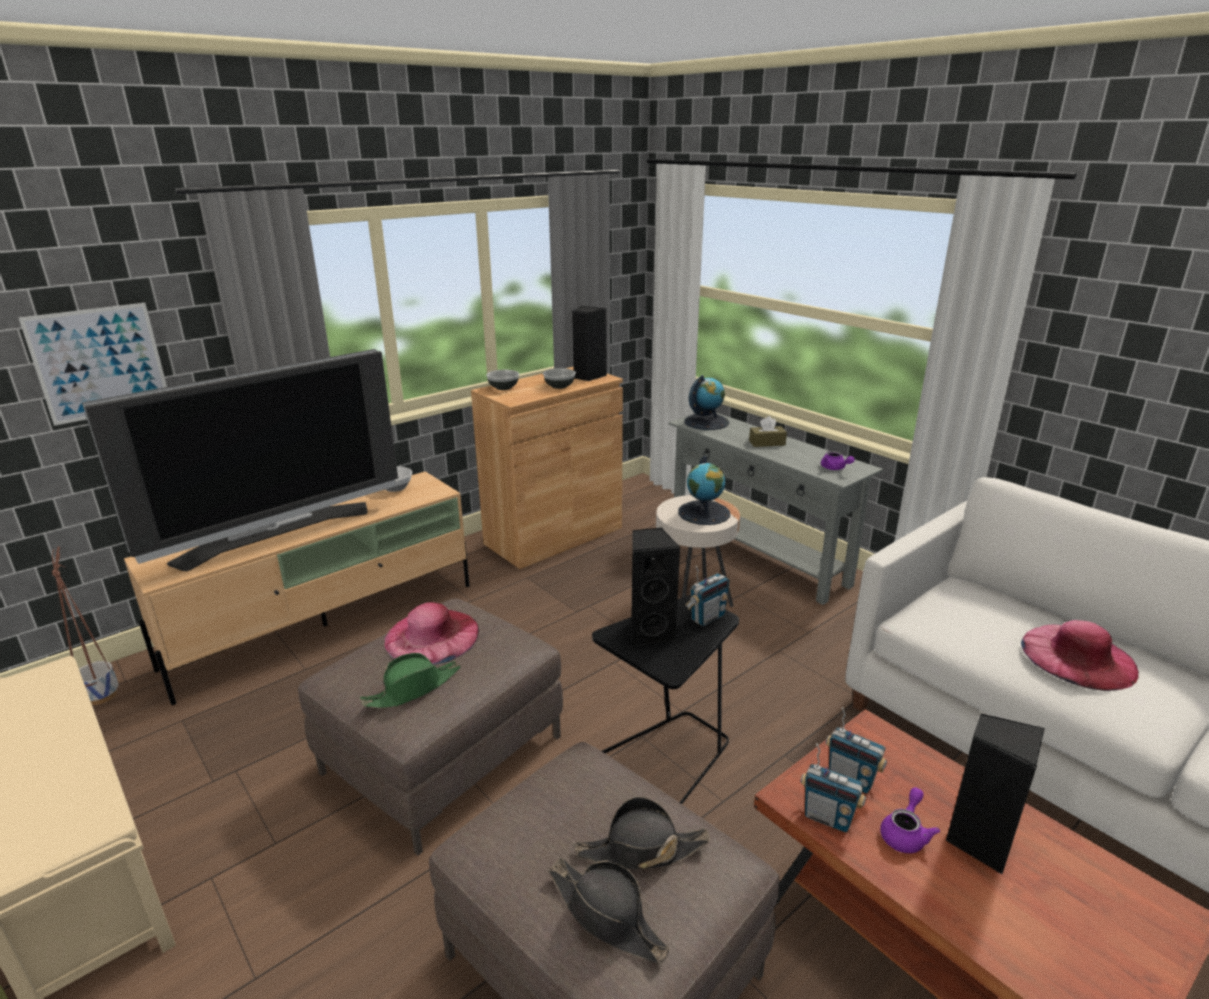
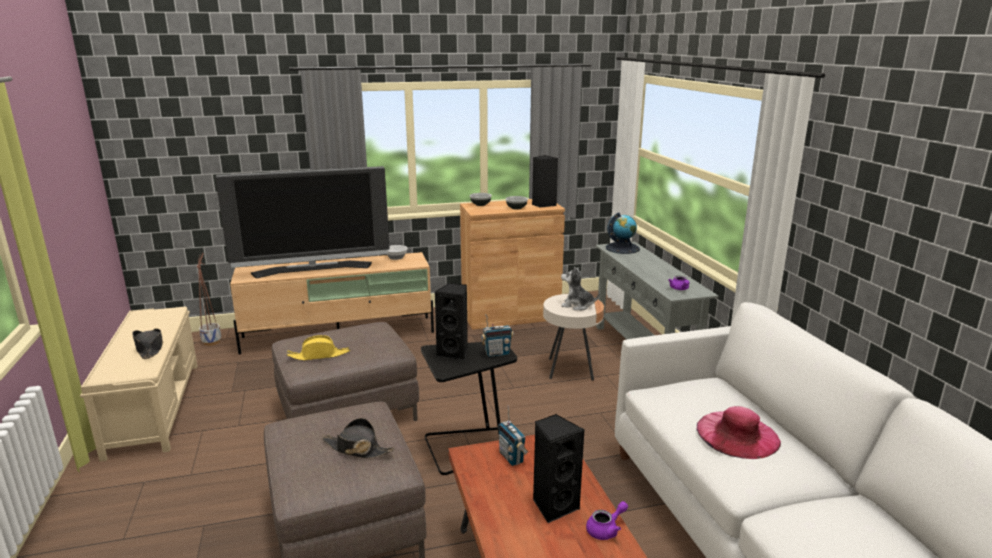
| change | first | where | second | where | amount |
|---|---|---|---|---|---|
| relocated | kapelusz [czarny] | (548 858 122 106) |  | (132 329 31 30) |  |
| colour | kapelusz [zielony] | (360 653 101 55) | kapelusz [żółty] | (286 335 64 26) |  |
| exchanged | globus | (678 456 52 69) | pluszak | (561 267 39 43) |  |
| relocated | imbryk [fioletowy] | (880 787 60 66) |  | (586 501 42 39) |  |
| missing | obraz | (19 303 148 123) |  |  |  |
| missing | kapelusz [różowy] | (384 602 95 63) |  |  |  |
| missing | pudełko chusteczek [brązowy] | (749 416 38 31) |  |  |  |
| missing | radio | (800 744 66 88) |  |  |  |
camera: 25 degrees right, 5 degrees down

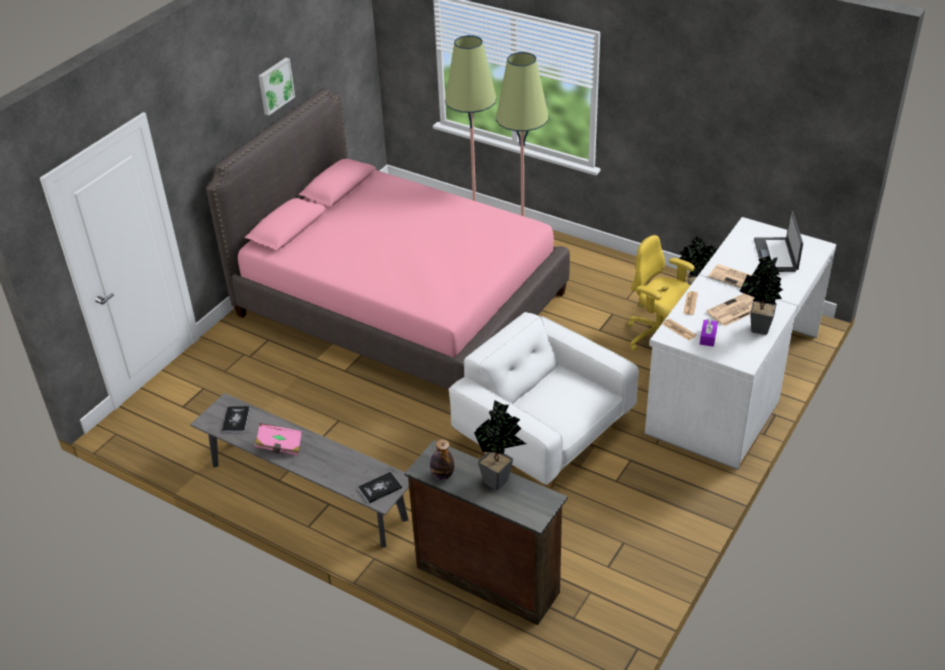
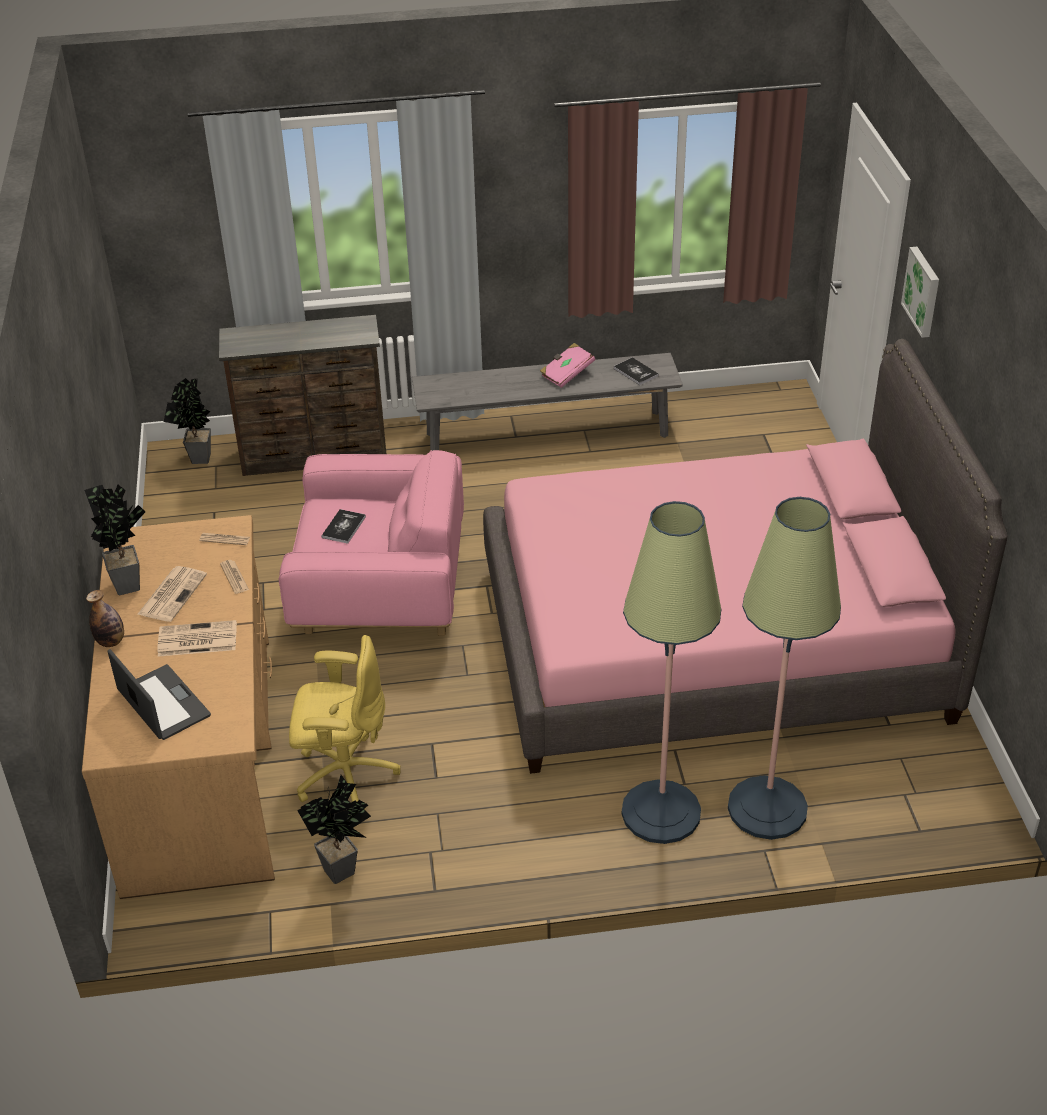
| change | first | where | second | where | amount |
|---|---|---|---|---|---|
| colour | biurko [biały] | (645 217 191 253) | biurko [brązowy] | (82 515 193 384) |  |
| relocated | butelka | (430 439 24 41) |  | (86 590 38 57) |  |
| relocated | roślina doniczkowa | (474 400 52 90) |  | (164 378 47 86) |  |
| colour | fotel [biały] | (448 312 191 177) | fotel [różowy] | (279 450 185 186) |  |
| relocated | książka | (358 471 44 32) |  | (322 509 44 35) |  |
| relocated | obraz | (258 58 37 58) |  | (901 247 38 91) |  |
| missing | pudełko chusteczek [fioletowy] | (700 319 18 28) |  |  |  |
camera: 140 degrees right, 0 degrees up

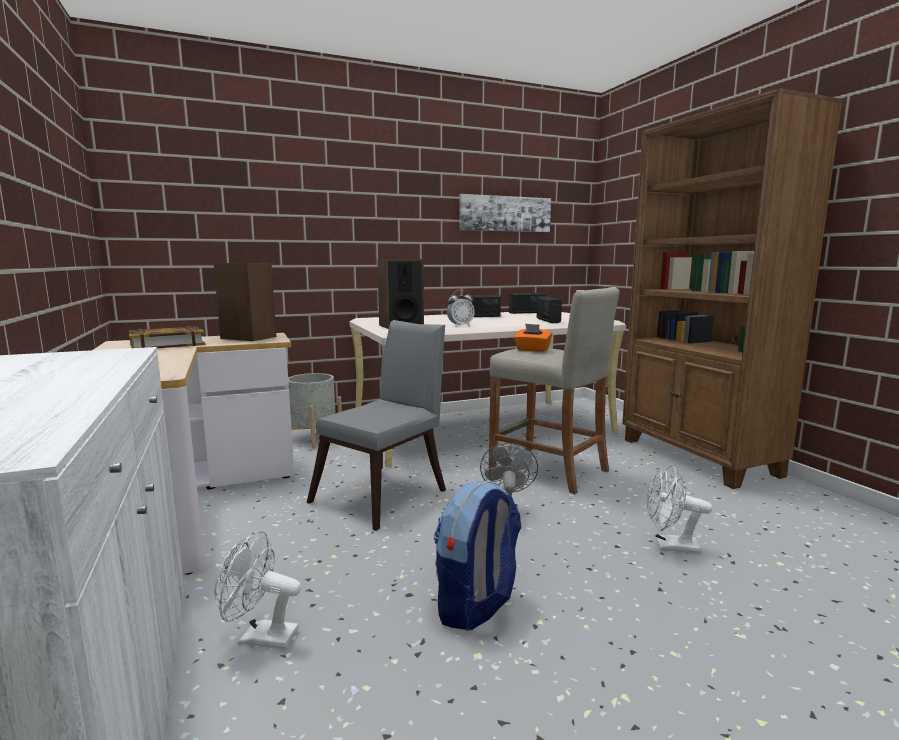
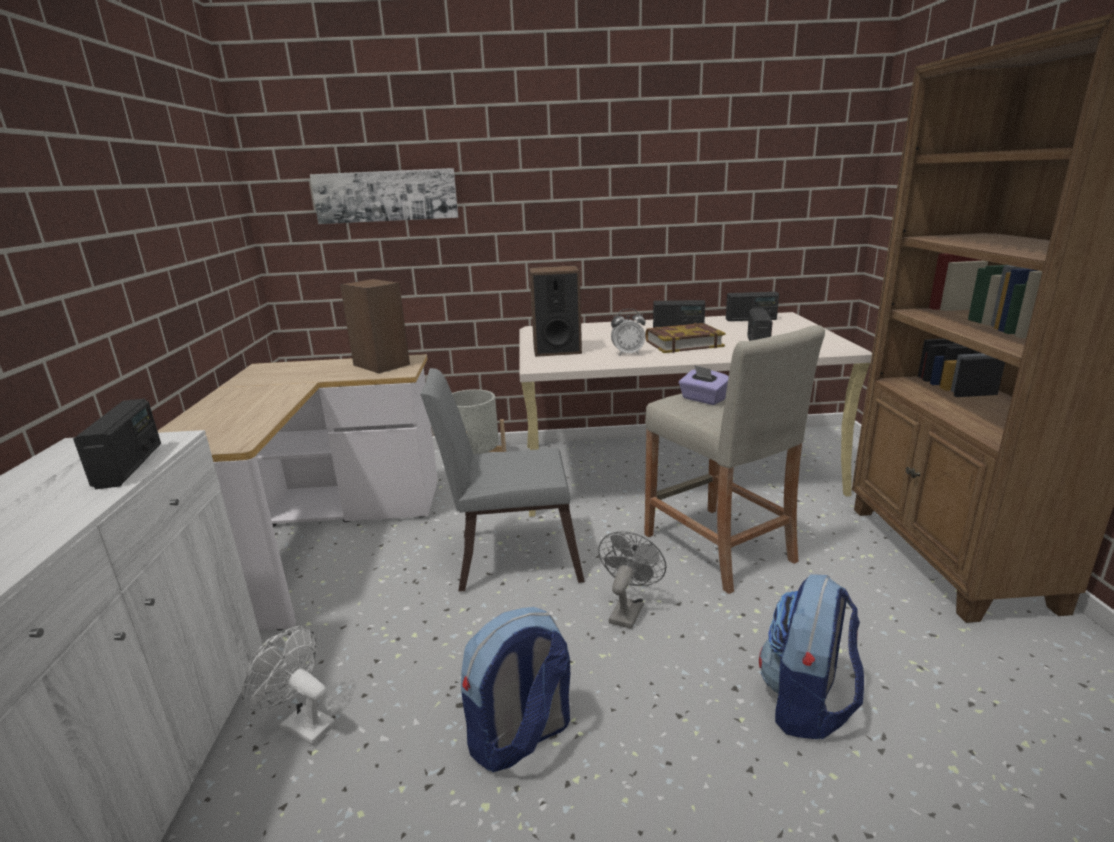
| change | first | where | second | where | amount |
|---|---|---|---|---|---|
| appeared |  |  | radio | (73 399 88 90) |  |
| relocated | obraz | (459 194 92 38) |  | (310 168 148 56) |  |
| spun | krzesło [szary] | (307 320 139 211) |  | (420 368 165 224) | 150 degrees counterclockwise |
| relocated | książka | (129 326 76 22) |  | (645 323 80 30) |  |
| colour | pudełko chusteczek [pomarańczowy] | (514 323 38 29) | pudełko chusteczek [fioletowy] | (679 365 50 40) |  |
| exchanged | wentylator [biały] | (647 465 65 89) | plecak | (759 574 105 165) |  |
camera: 20 degrees right, 10 degrees up

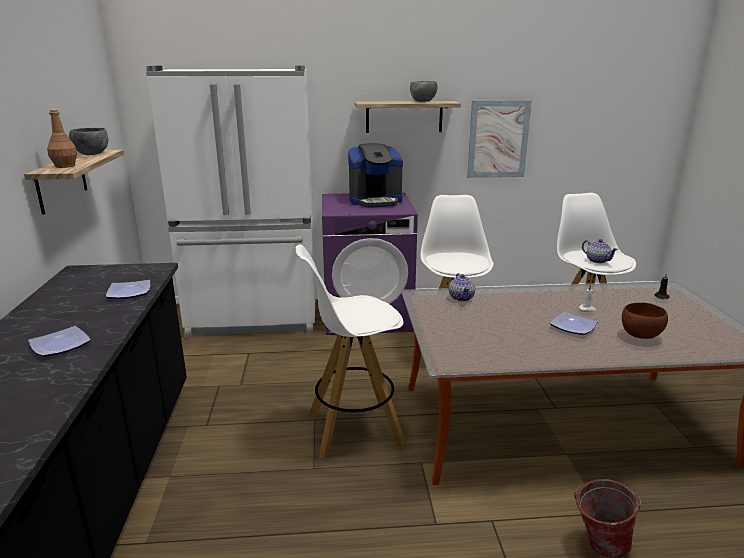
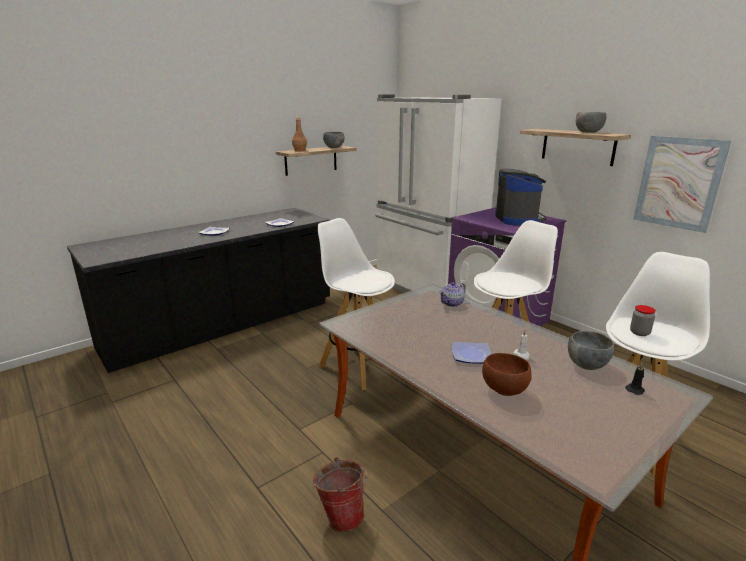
| change | first | where | second | where | amount |
|---|---|---|---|---|---|
| spun | ekspres do kawy | (348 144 55 64) |  | (495 169 52 57) | 135 degrees counterclockwise |
| appeared |  |  | miska [szary] | (568 331 46 39) |  |
| exchanged | imbryk | (582 239 36 24) | słoik | (630 305 26 31) |  |
camera: 55 degrees right, 0 degrees up

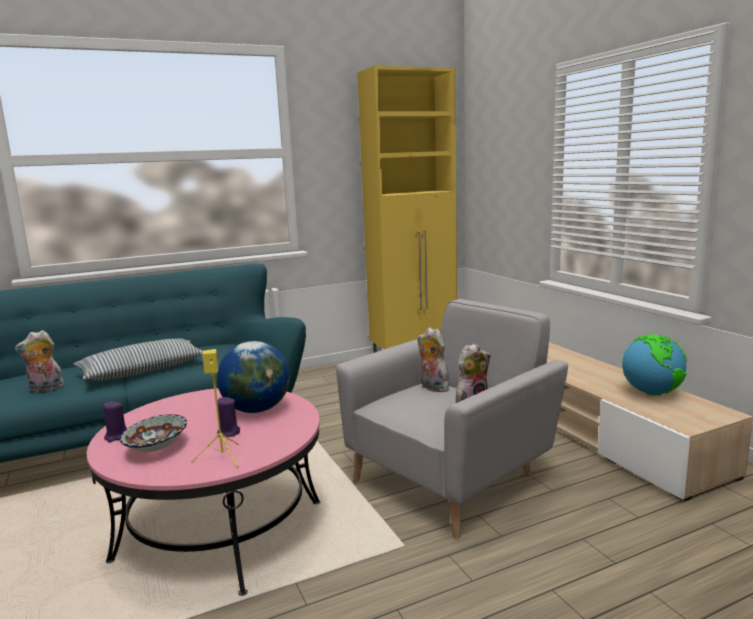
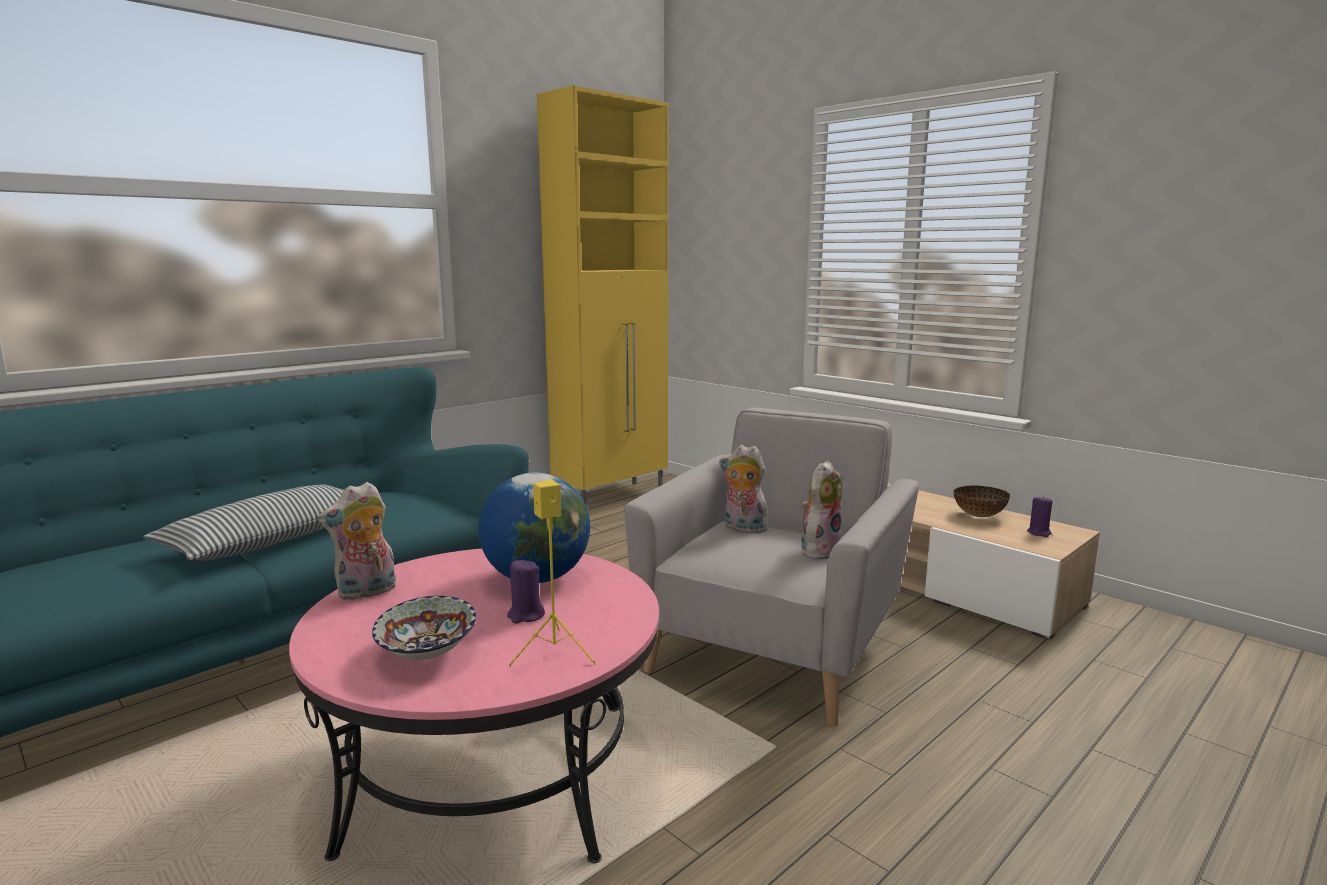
| change | first | where | second | where | amount |
|---|---|---|---|---|---|
| relocated | pluszak | (15 330 49 62) |  | (318 482 78 118) |  |
| exchanged | globus | (622 334 65 61) | miska | (953 485 57 32) |  |
| relocated | świeca [fioletowy] | (103 401 24 41) |  | (1027 495 26 42) |  |
camera: 20 degrees left, 0 degrees up

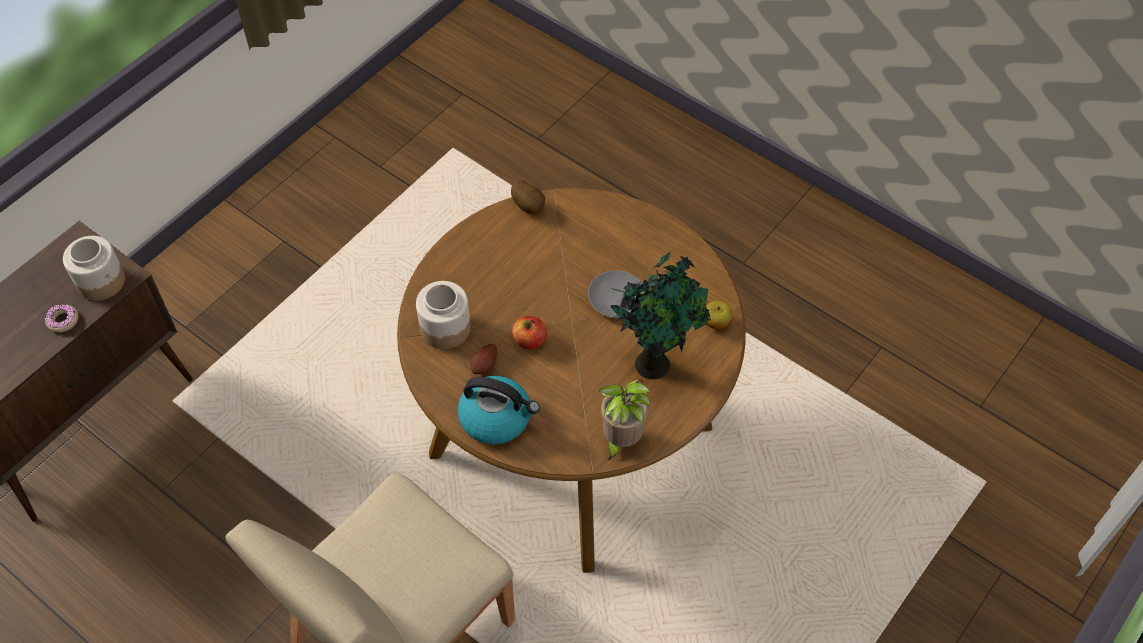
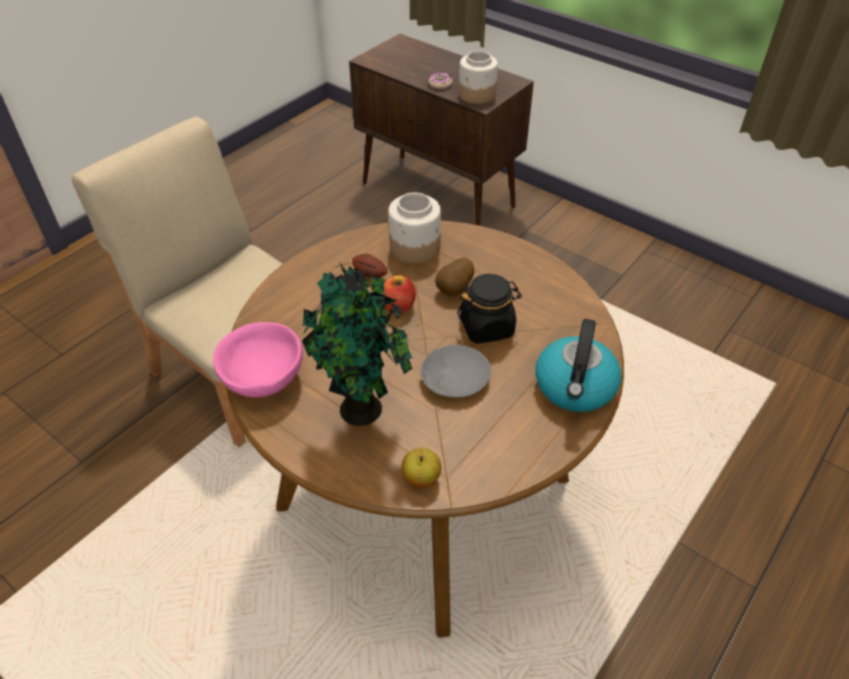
| change | first | where | second | where | amount |
|---|---|---|---|---|---|
| exchanged | roślina doniczkowa | (598 380 52 81) | miska [różowy] | (213 322 90 75) |  |
| relocated | ziemniak | (511 180 34 34) |  | (435 258 39 38) |  |
| appeared |  |  | słoik [czarny] | (457 274 65 70) |  |
| relocated | czajnik | (458 376 82 69) |  | (535 319 86 93) |  |
camera: 90 degrees right, 10 degrees down

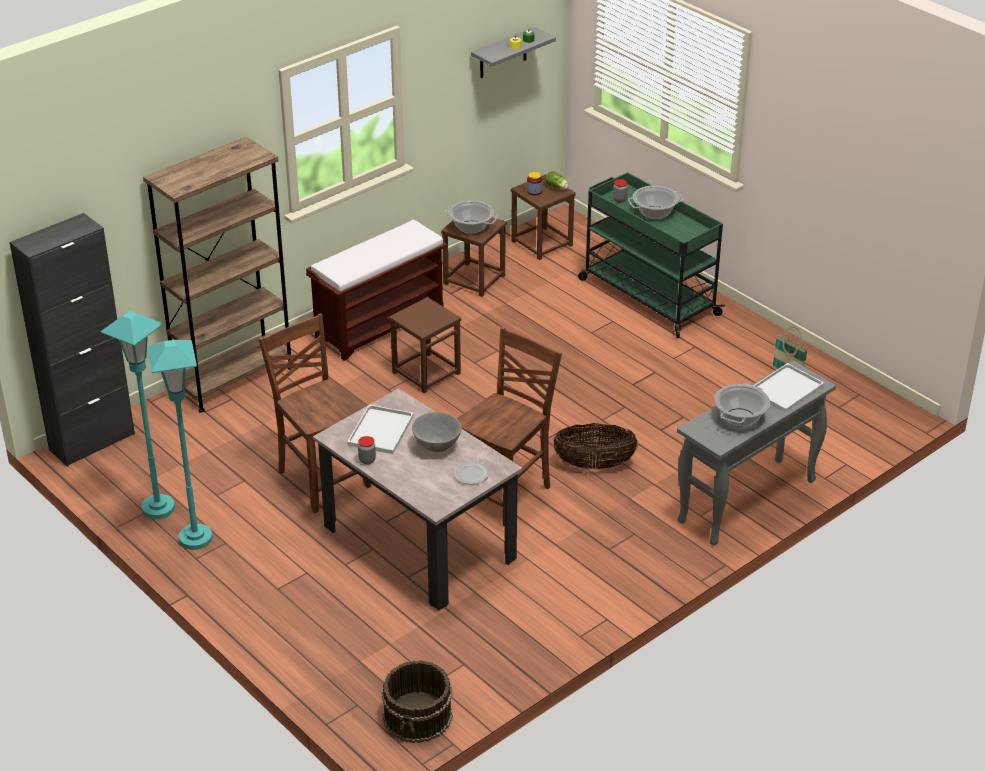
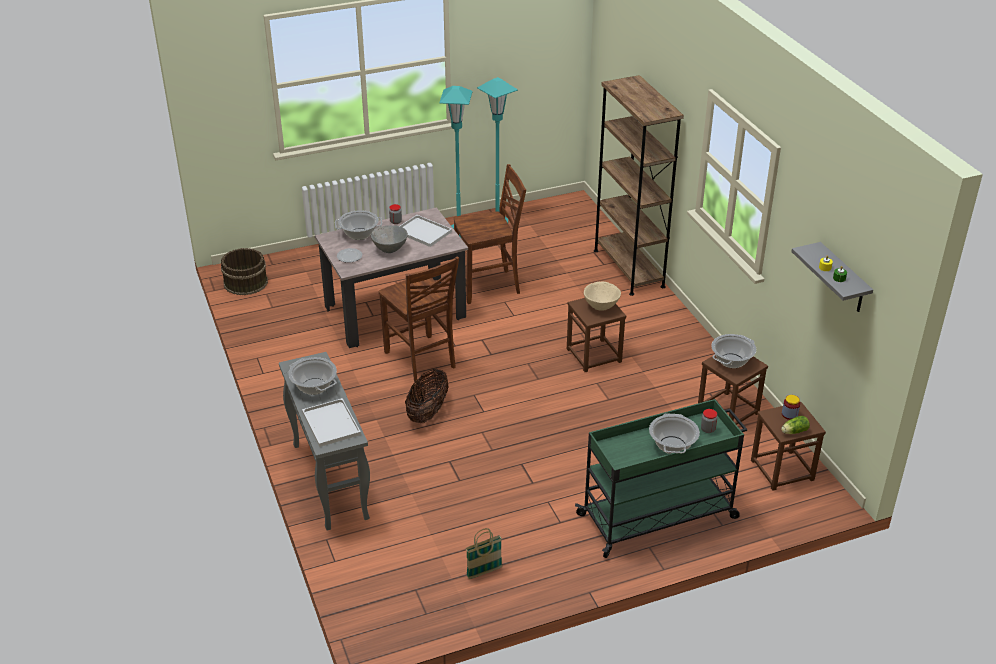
| change | first | where | second | where | amount |
|---|---|---|---|---|---|
| appeared |  |  | garnek | (335 210 47 30) |  |
| appeared |  |  | miska [beżowy] | (584 281 37 30) |  |
| missing | szafka [czarny] | (10 213 125 254) |  |  |  |
| missing | ławka [brązowy] | (306 220 142 141) |  |  |  |
camera: 110 degrees right, 0 degrees up

